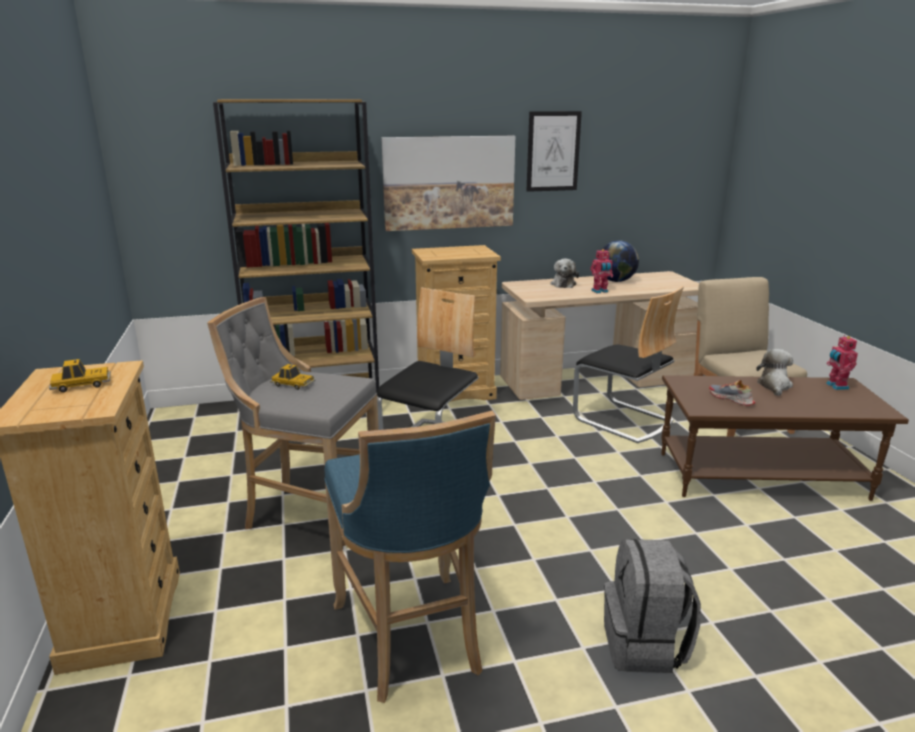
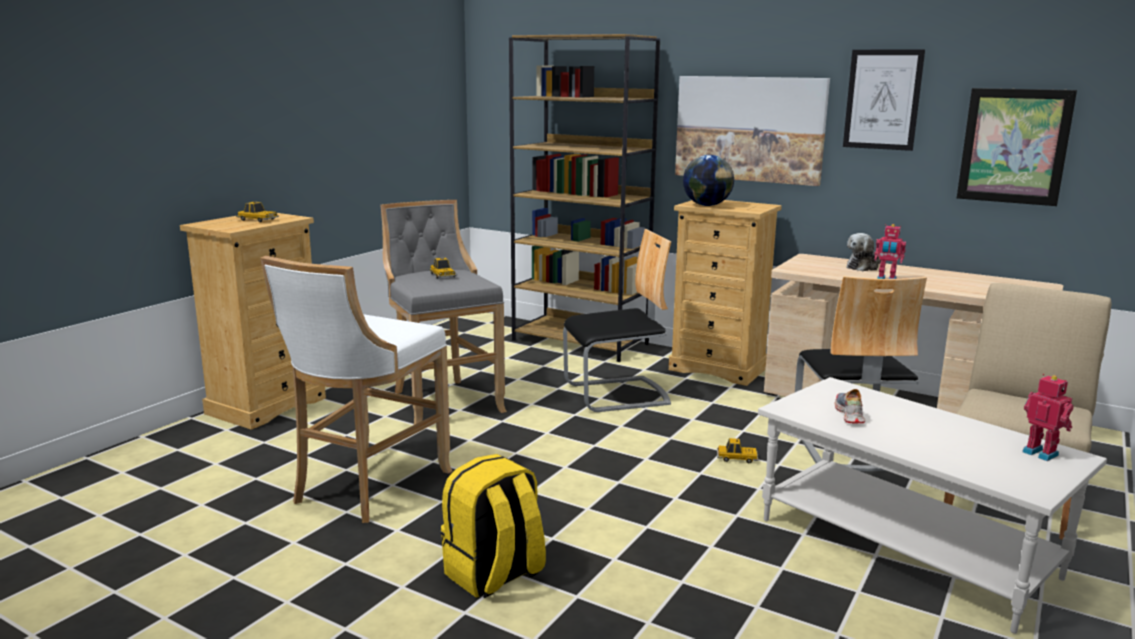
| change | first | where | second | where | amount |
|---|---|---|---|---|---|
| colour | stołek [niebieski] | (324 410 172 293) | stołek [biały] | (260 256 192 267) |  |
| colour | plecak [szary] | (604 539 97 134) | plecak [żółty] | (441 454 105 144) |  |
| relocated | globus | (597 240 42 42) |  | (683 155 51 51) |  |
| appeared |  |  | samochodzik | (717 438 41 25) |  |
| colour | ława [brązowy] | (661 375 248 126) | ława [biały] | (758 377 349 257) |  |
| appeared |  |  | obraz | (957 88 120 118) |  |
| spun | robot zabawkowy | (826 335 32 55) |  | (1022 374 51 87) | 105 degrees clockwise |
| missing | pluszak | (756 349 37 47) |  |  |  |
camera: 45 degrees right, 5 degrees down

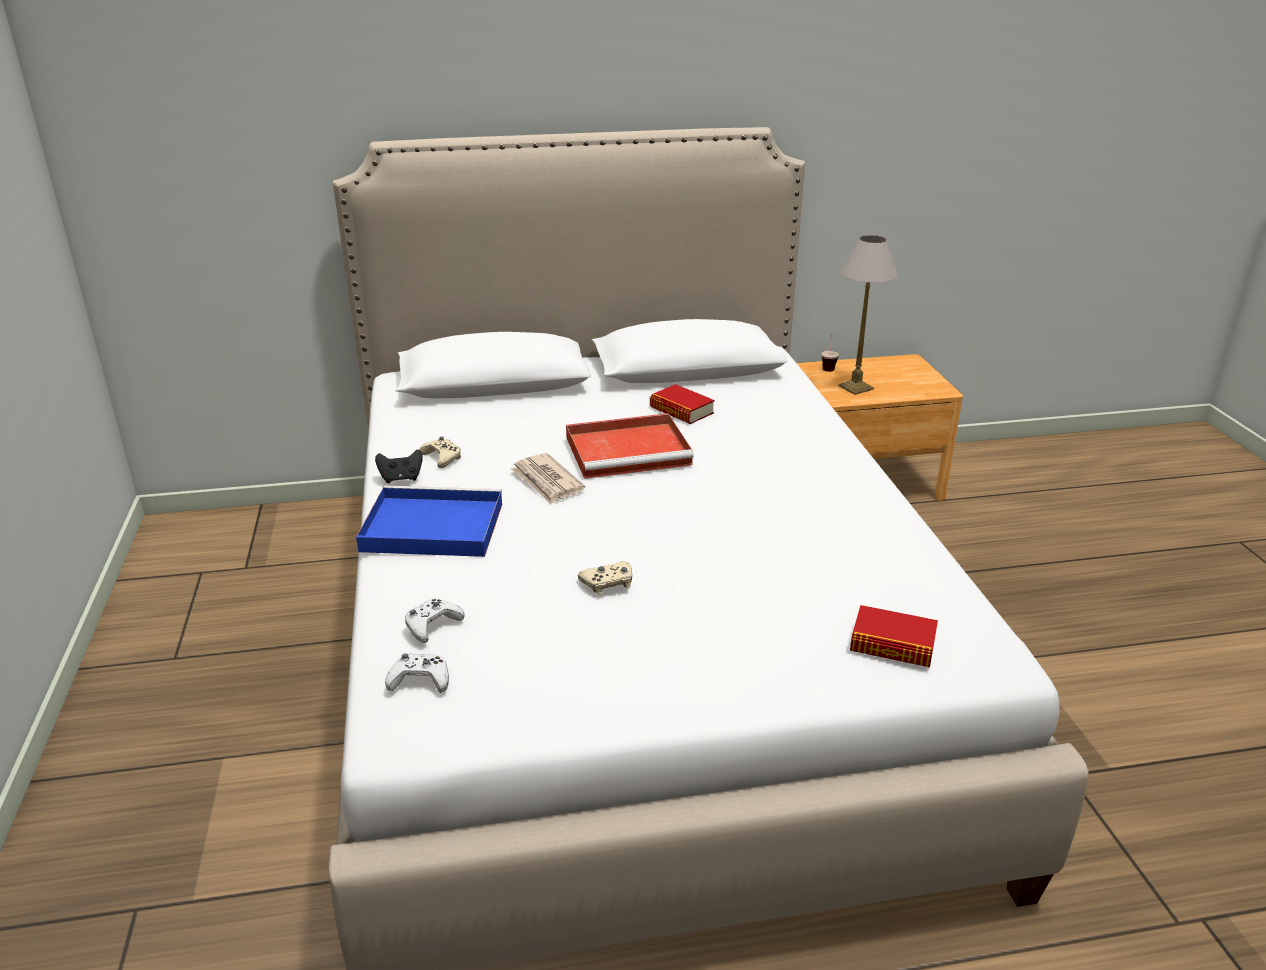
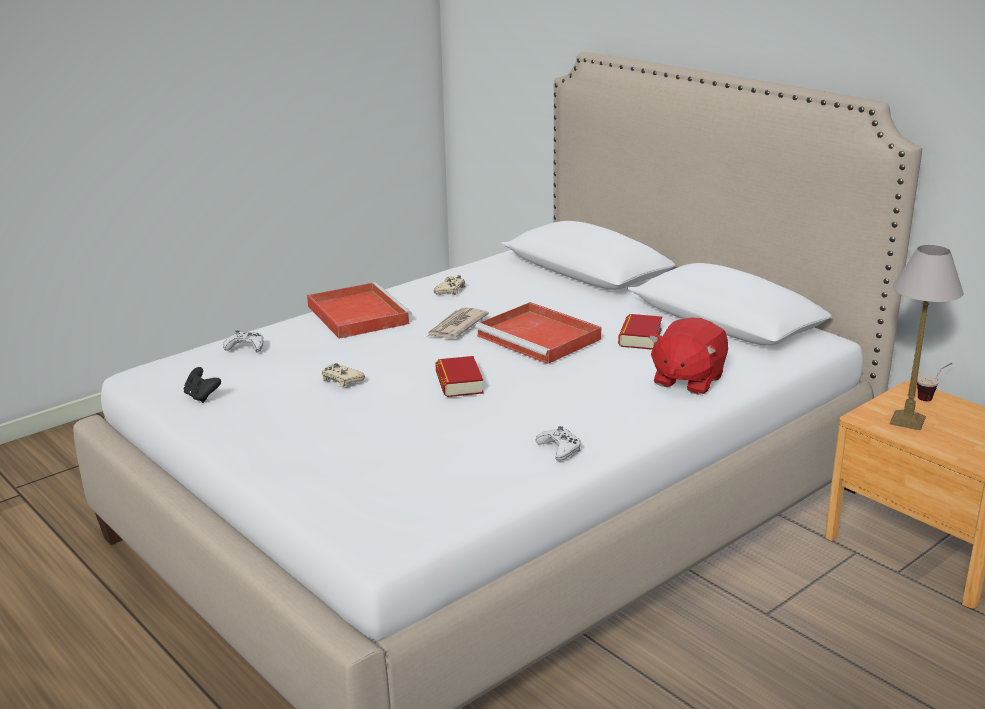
| change | first | where | second | where | amount |
|---|---|---|---|---|---|
| relocated | pad do gier [czarny] | (375 450 48 33) |  | (184 367 37 36) |  |
| colour | taca [niebieski] | (356 486 146 71) | taca [czerwony] | (307 282 105 57) |  |
| relocated | książka | (850 605 88 62) |  | (435 356 49 41) |  |
| relocated | pad do gier [biały] | (385 654 64 39) |  | (536 426 45 35) |  |
| appeared |  |  | pluszak [czerwony] | (649 318 79 77) |  |
camera: 60 degrees right, 5 degrees down

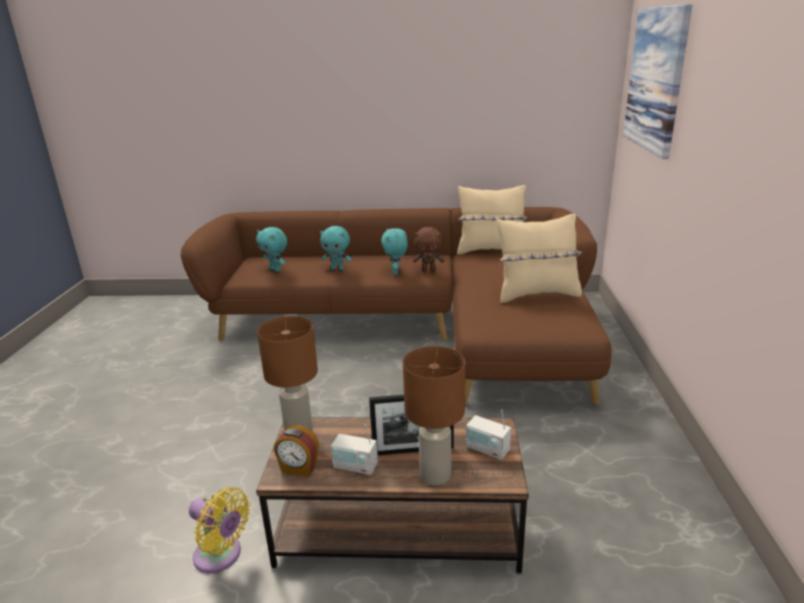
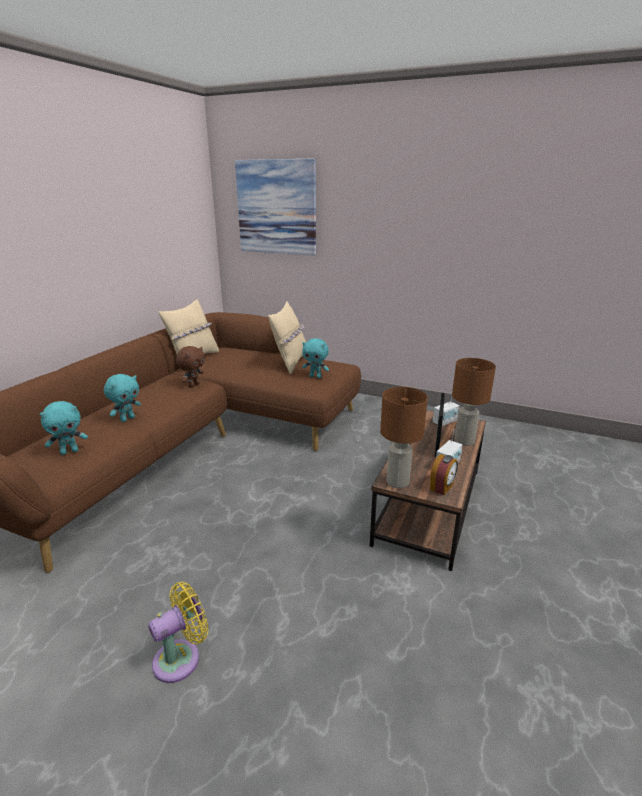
| change | first | where | second | where | amount |
|---|---|---|---|---|---|
| relocated | wentylator [żółty] | (189 487 61 86) |  | (148 582 60 101) |  |
| relocated | pluszak [turkusowy] | (381 228 27 46) |  | (302 338 27 40) |  |
camera: 70 degrees left, 0 degrees up

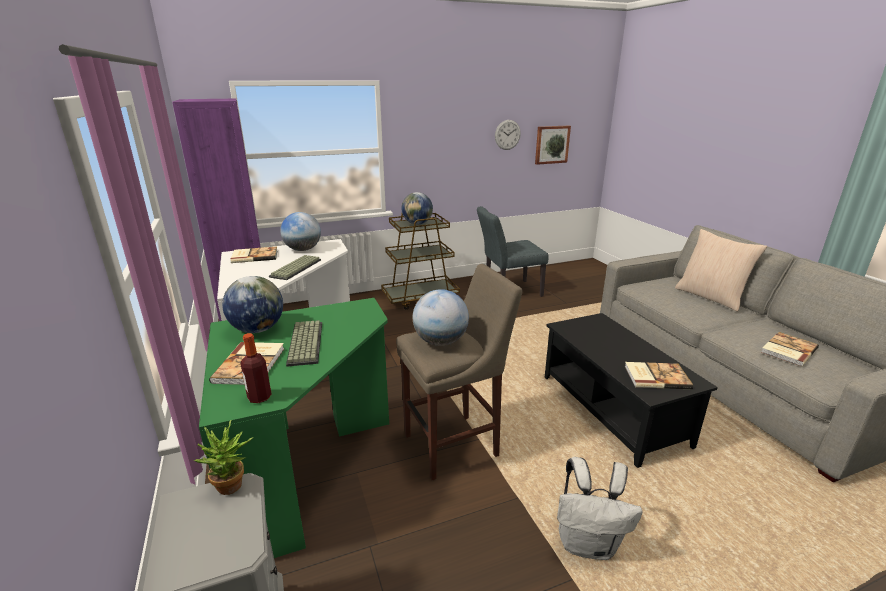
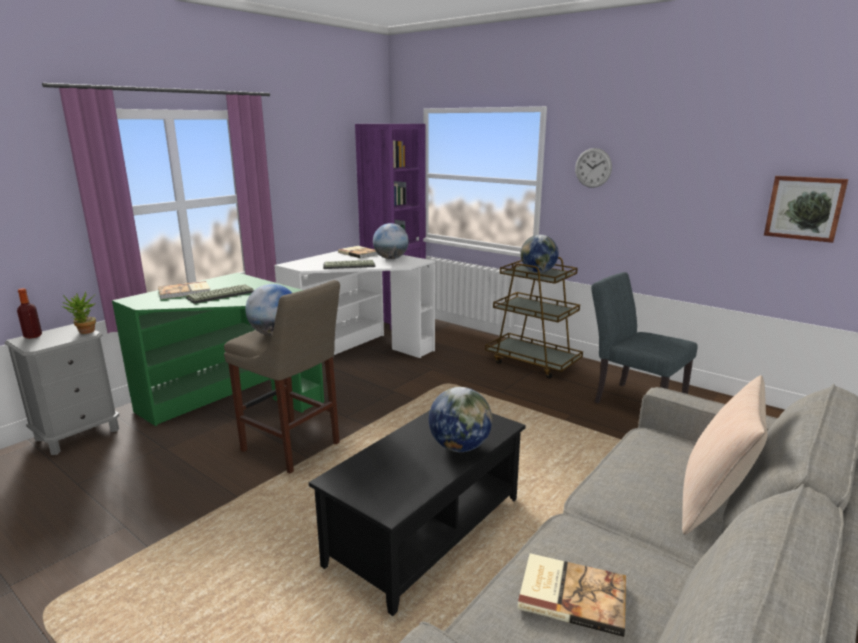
| change | first | where | second | where | amount |
|---|---|---|---|---|---|
| relocated | butelka | (241 333 30 70) |  | (17 288 25 51) |  |
| relocated | globus | (222 276 61 57) |  | (429 387 63 65) |  |
| relocated | zegar ścienny | (495 120 26 30) |  | (575 148 37 40) |  |
| missing | plecak [biały] | (557 457 85 103) |  |  |  |
| missing | książka | (624 362 69 27) |  |  |  |
camera: 60 degrees right, 5 degrees down

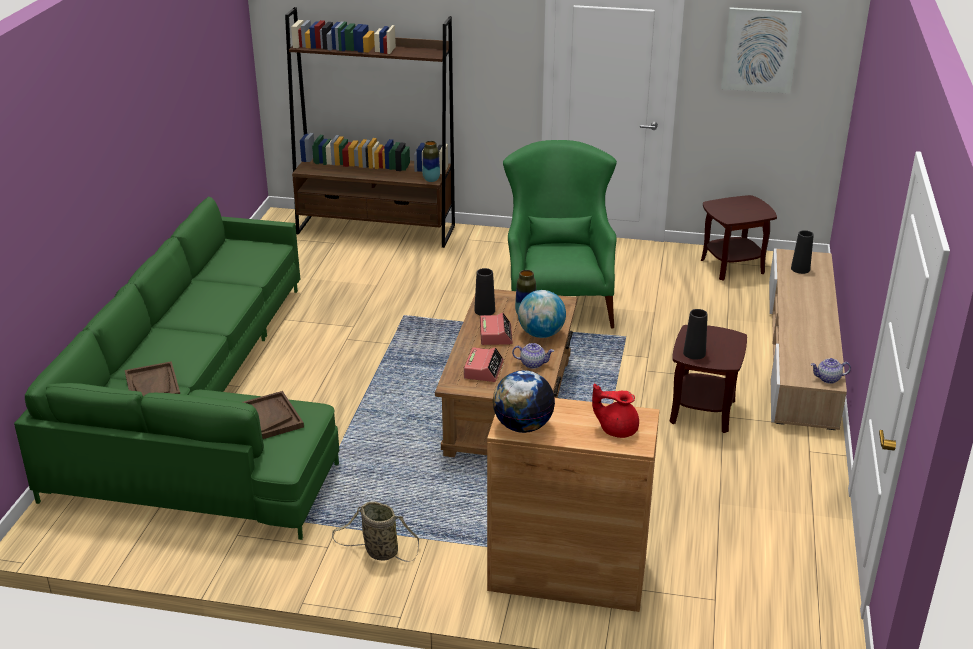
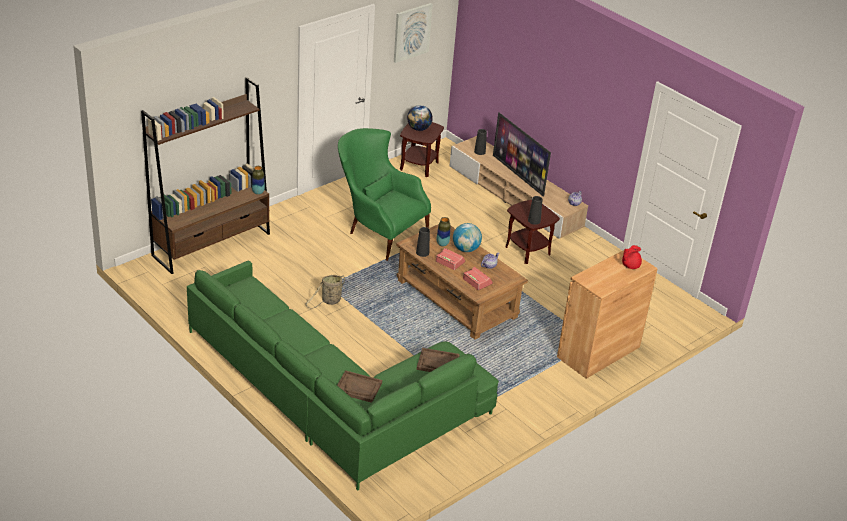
| change | first | where | second | where | amount |
|---|---|---|---|---|---|
| relocated | koszyk | (332 502 87 60) |  | (305 275 45 33) |  |
| relocated | globus | (492 370 63 63) |  | (407 105 26 26) |  |
| appeared |  |  | telewizor | (493 112 58 85) |  |
camera: 55 degrees left, 5 degrees up

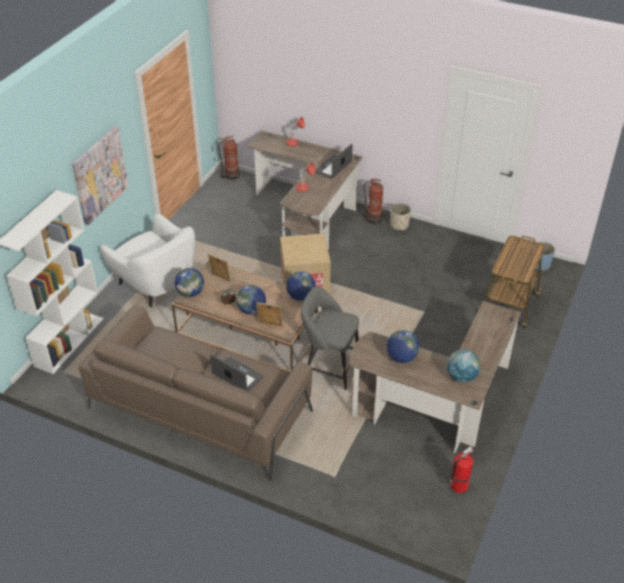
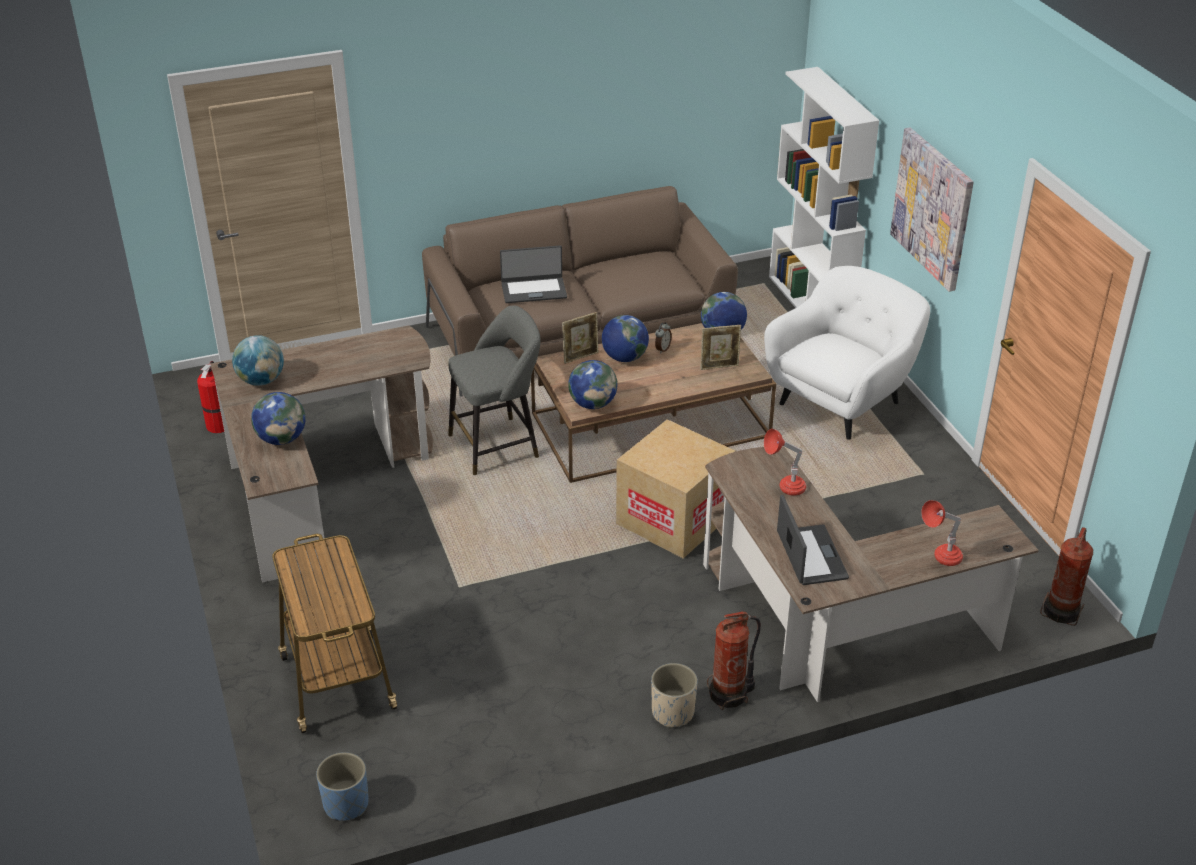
| change | first | where | second | where | amount |
|---|---|---|---|---|---|
| relocated | globus | (387 330 32 33) |  | (251 392 55 53) |  |
| spun | fotel [biały] | (100 214 95 93) |  | (764 266 166 174) | 135 degrees clockwise |
camera: 135 degrees right, 5 degrees down

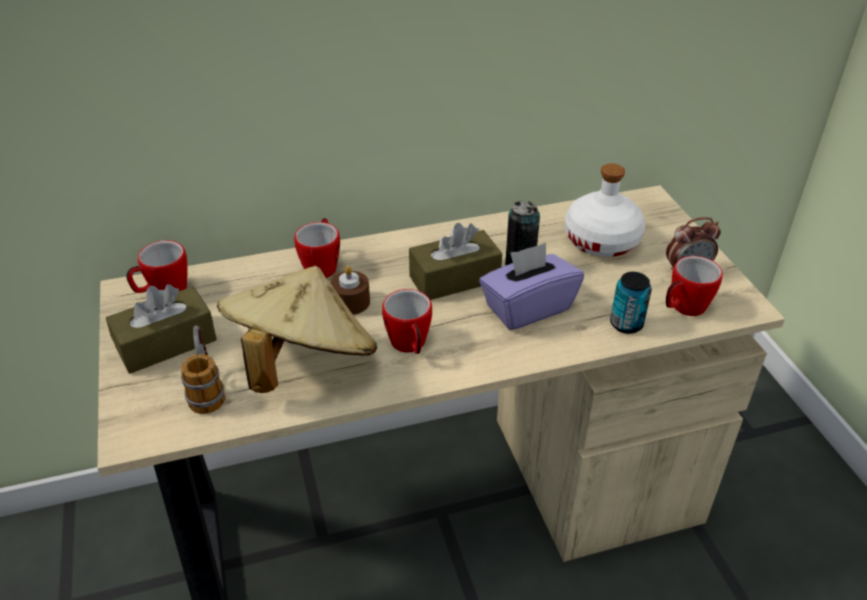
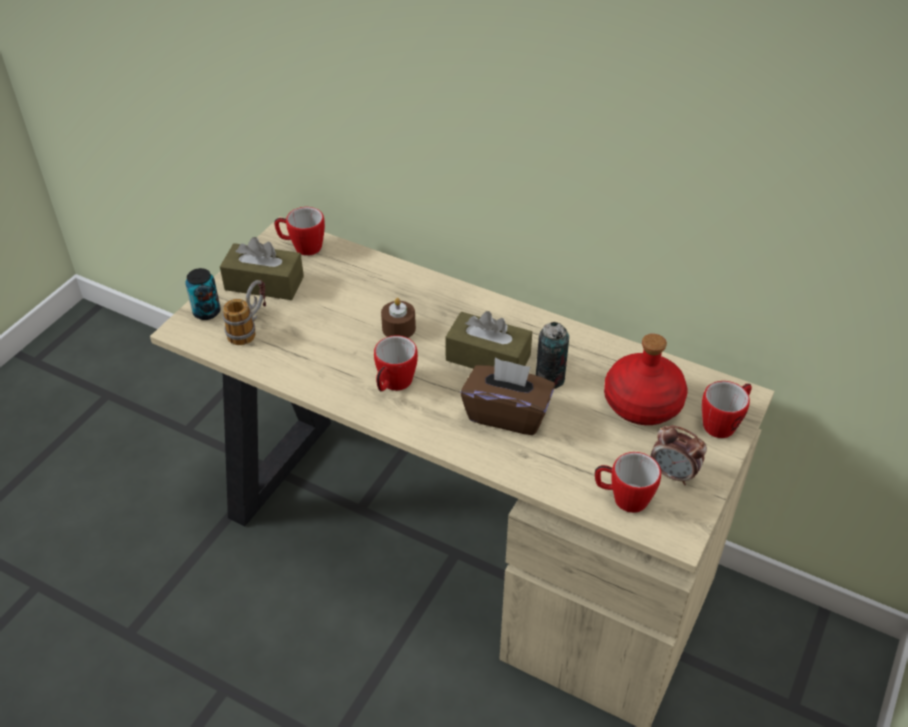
| change | first | where | second | where | amount |
|---|---|---|---|---|---|
| relocated | puszka | (610 272 42 62) |  | (185 268 36 52) |  |
| colour | pudełko chusteczek [fioletowy] | (479 243 105 87) | pudełko chusteczek [brązowy] | (460 357 95 78) |  |
| colour | butelka [biały] | (564 163 81 94) | butelka [czerwony] | (604 334 83 91) |  |
| relocated | kubek | (294 218 46 60) |  | (702 381 50 57) |  |
| missing | kapelusz [beżowy] | (217 265 160 128) |  |  |  |
camera: 45 degrees right, 5 degrees up

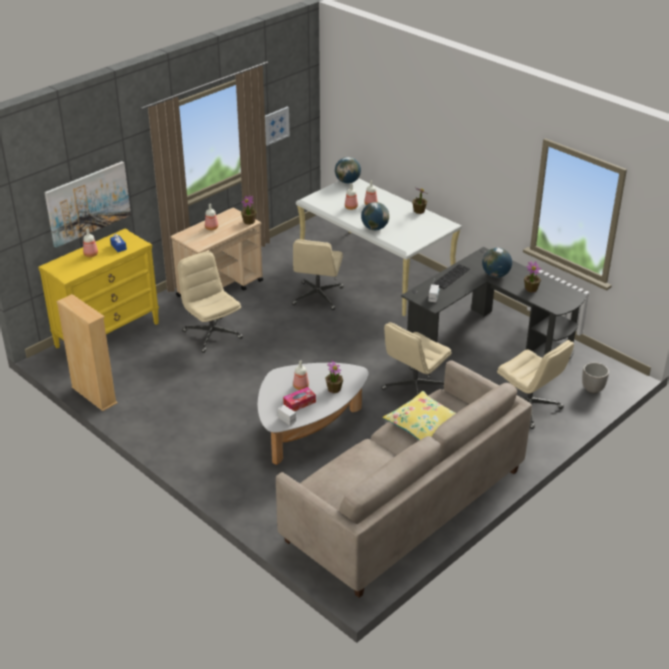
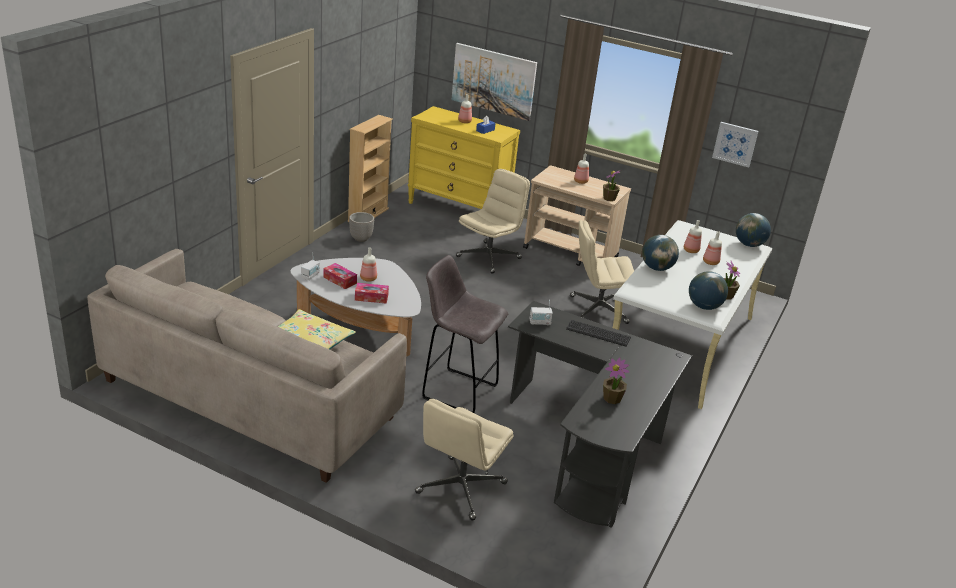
| change | first | where | second | where | amount |
|---|---|---|---|---|---|
| relocated | donica | (582 362 27 31) |  | (349 212 25 30) |  |
| exchanged | roślina doniczkowa | (325 360 18 33) | pudełko chusteczek | (355 283 34 21) |  |
| exchanged | krzesło biurowe [beżowy] | (381 322 71 73) | stołek [szary] | (422 255 86 158) |  |
| relocated | globus | (482 248 30 30) |  | (689 271 39 39) |  |
camera: 70 degrees right, 5 degrees down

